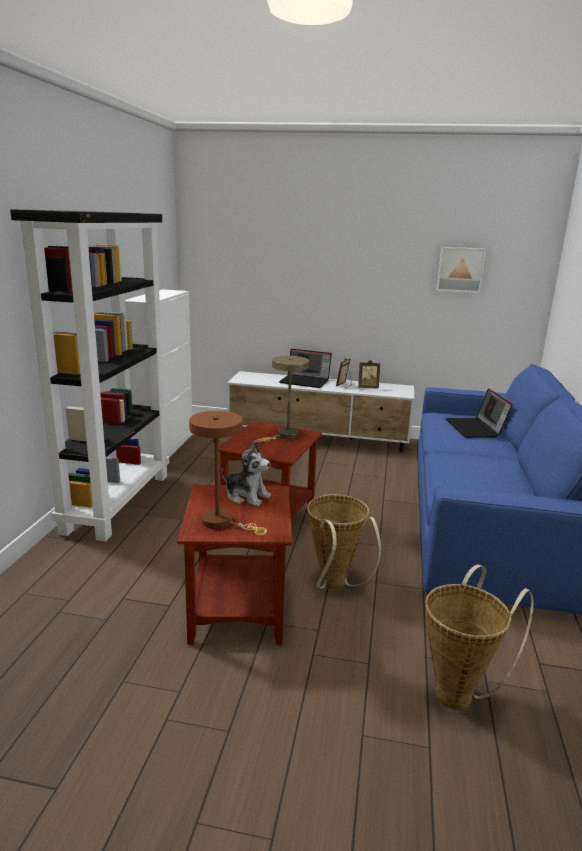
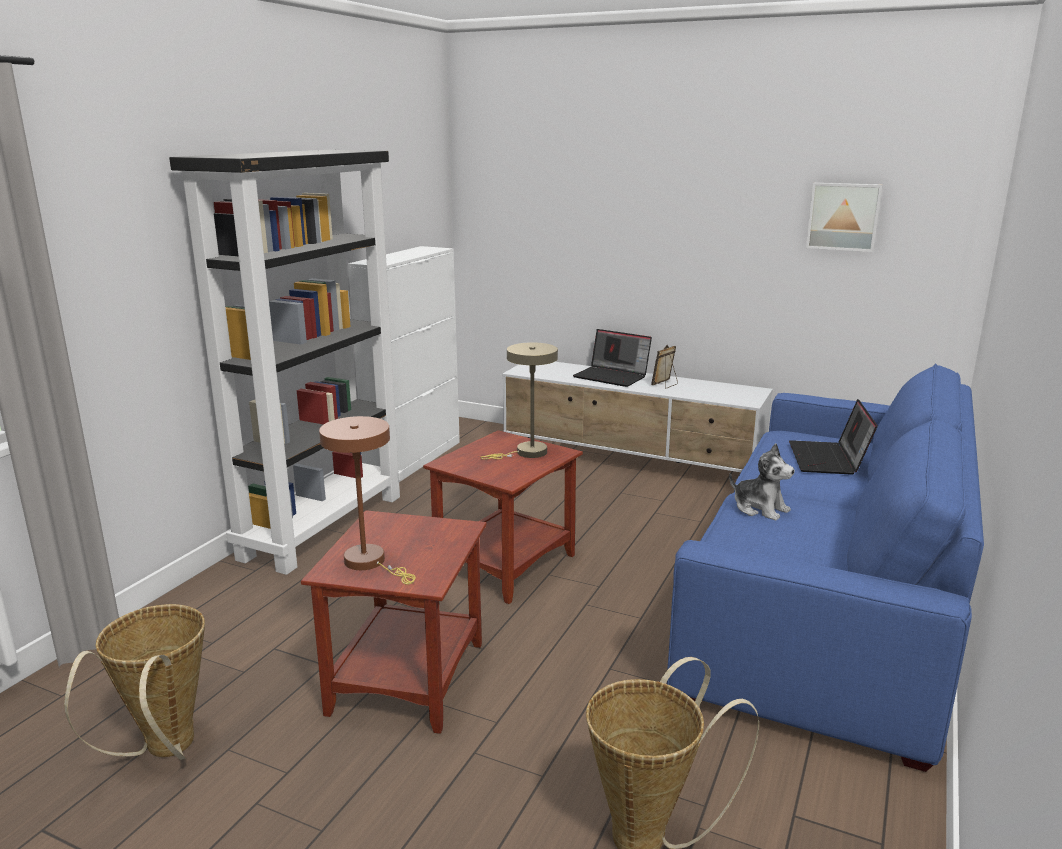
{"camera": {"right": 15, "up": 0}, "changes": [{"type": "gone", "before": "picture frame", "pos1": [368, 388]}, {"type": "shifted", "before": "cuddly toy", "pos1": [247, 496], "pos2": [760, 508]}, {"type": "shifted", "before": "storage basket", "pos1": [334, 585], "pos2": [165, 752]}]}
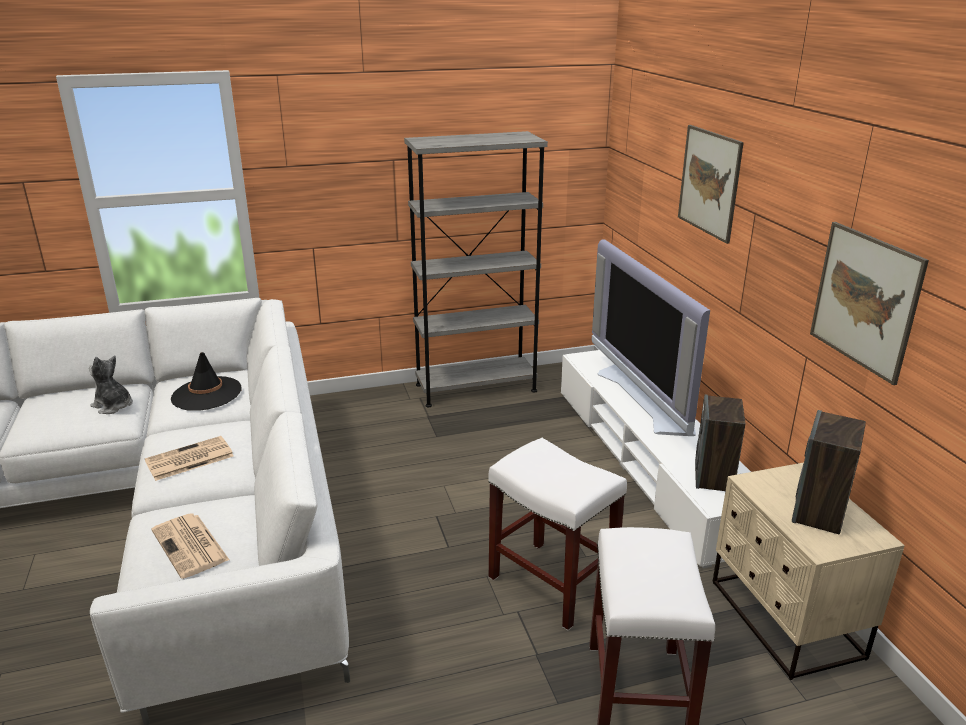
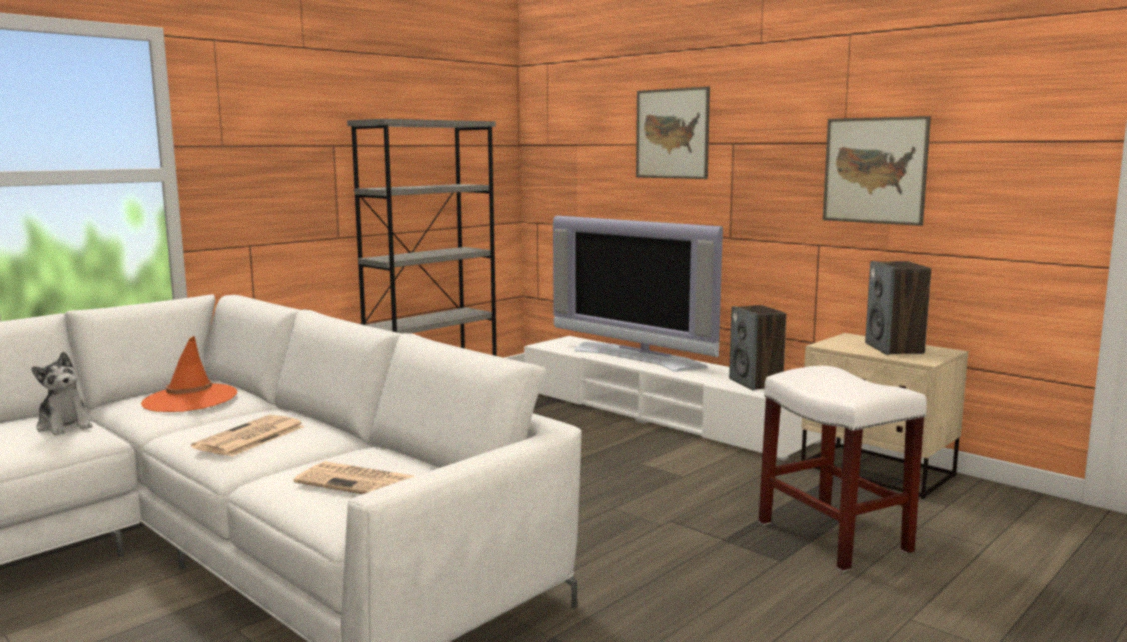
{"camera": {"right": -30, "up": -15}, "changes": [{"type": "repainted", "before": "black-coloured clothing hat", "after": "orange clothing hat", "pos1": [206, 394], "pos2": [190, 399]}, {"type": "rotated", "before": "cuddly toy", "pos1": [113, 406], "pos2": [65, 426], "turn": -135}, {"type": "gone", "before": "white-coloured sitting stool", "pos1": [553, 583]}]}
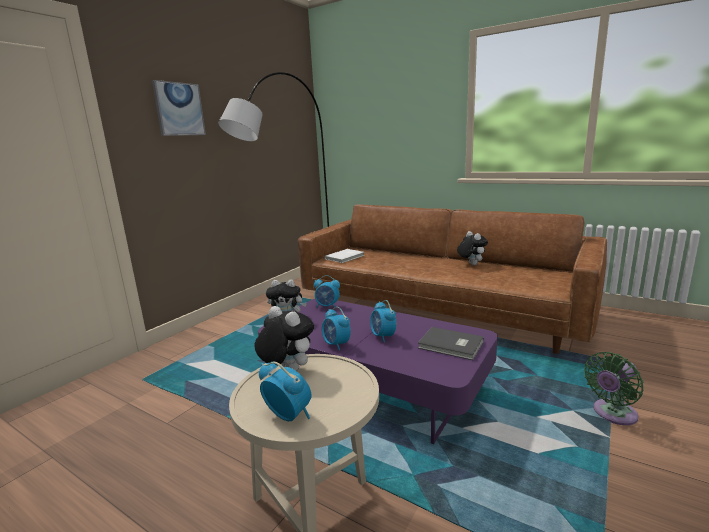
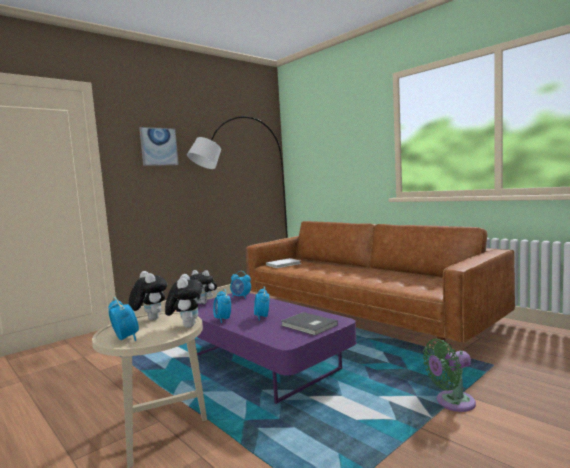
{"camera": {"right": 15, "up": -10}, "changes": [{"type": "shifted", "before": "cuddly toy", "pos1": [471, 264], "pos2": [187, 326]}]}
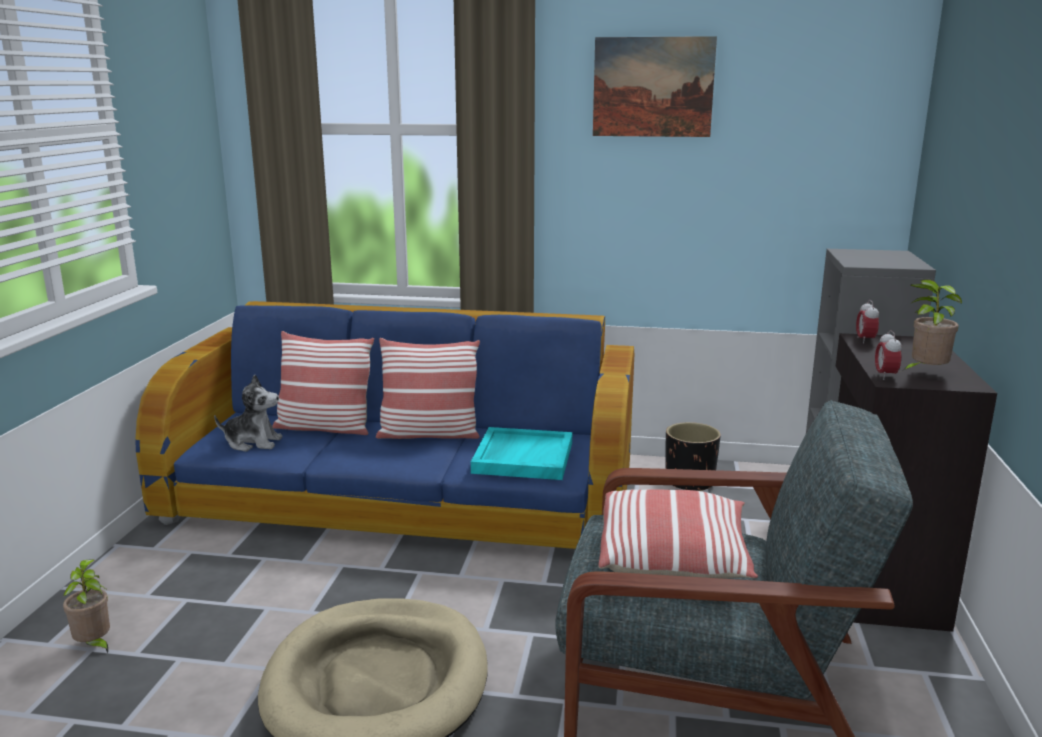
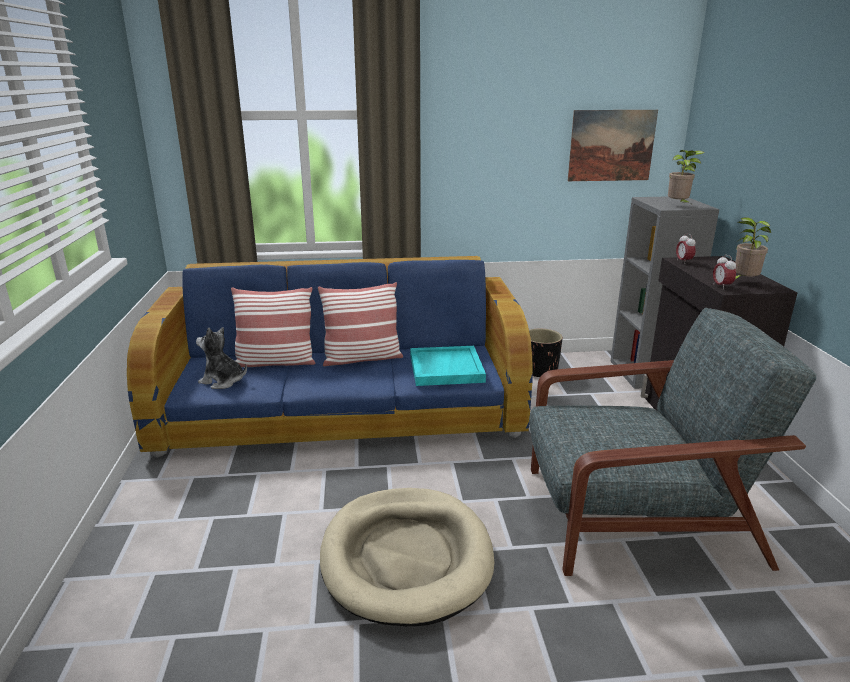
{"camera": {"right": -15, "up": 5}, "changes": [{"type": "shifted", "before": "wall art", "pos1": [653, 87], "pos2": [611, 145]}, {"type": "rotated", "before": "cuddly toy", "pos1": [253, 442], "pos2": [223, 381], "turn": -150}, {"type": "gone", "before": "throw pillow", "pos1": [674, 558]}, {"type": "shifted", "before": "houseplant", "pos1": [94, 645], "pos2": [678, 206]}]}
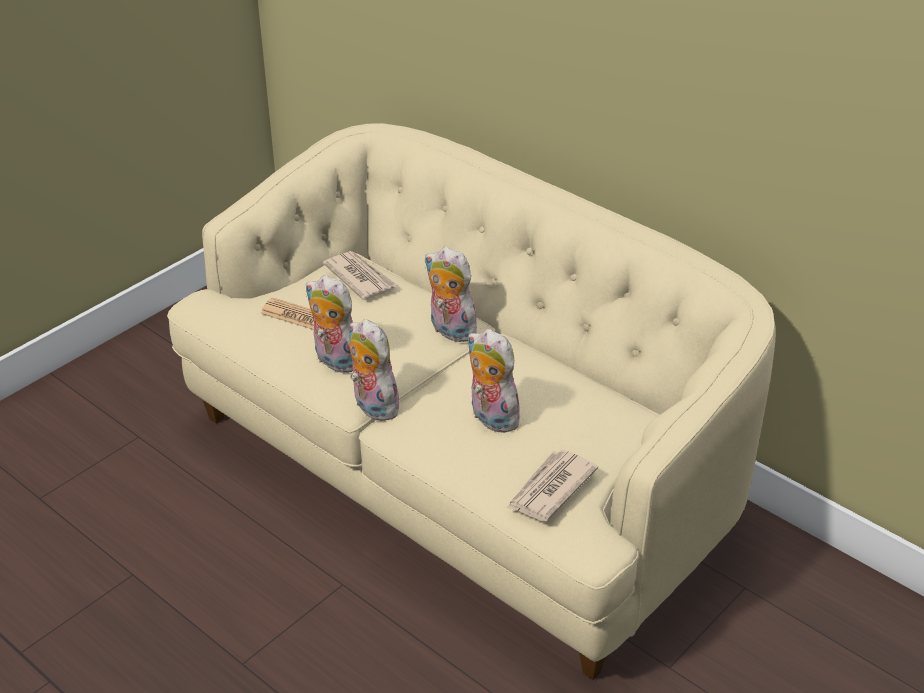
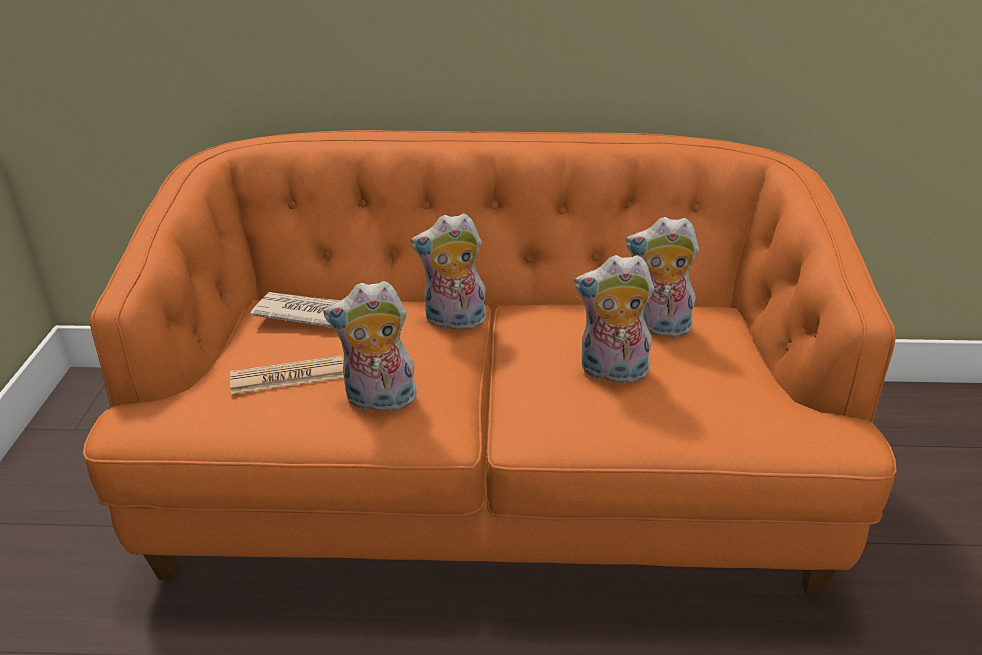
{"camera": {"right": -40, "up": -5}, "changes": [{"type": "repainted", "before": "beige-coloured settee", "after": "orange settee", "pos1": [462, 473], "pos2": [491, 482]}, {"type": "shifted", "before": "cuddly toy", "pos1": [372, 406], "pos2": [657, 328]}, {"type": "gone", "before": "daily paper", "pos1": [550, 488]}]}
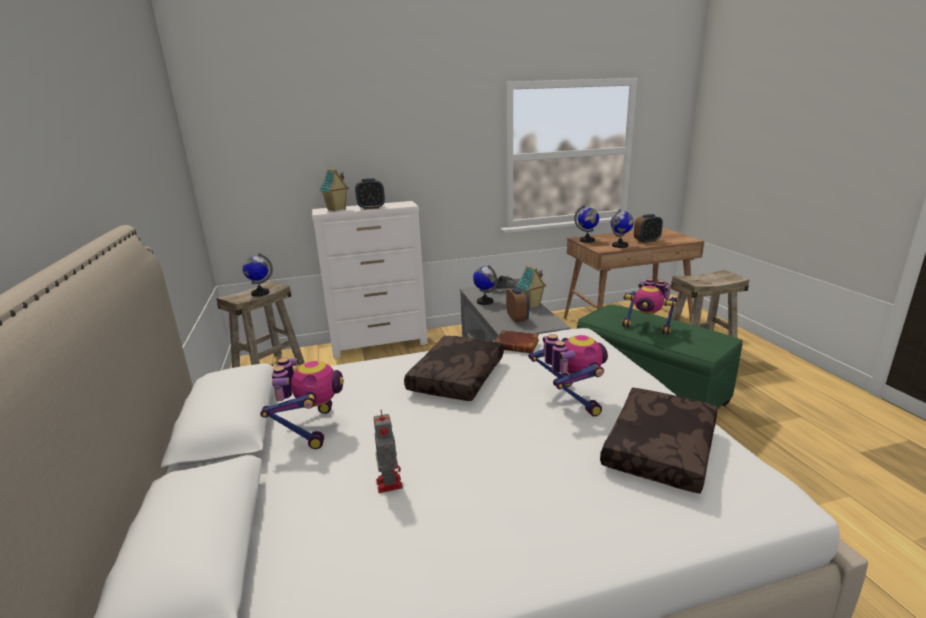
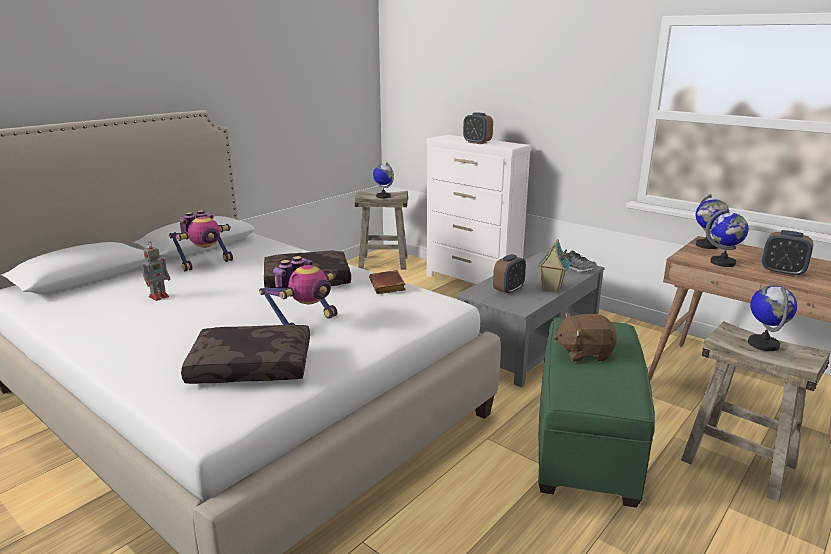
{"camera": {"right": 55, "up": 0}, "changes": [{"type": "gone", "before": "miniature house", "pos1": [336, 209]}, {"type": "shifted", "before": "world globe", "pos1": [485, 302], "pos2": [763, 344]}, {"type": "swapped", "before": "toy robot", "after": "brown-coloured cuddly toy", "pos1": [647, 327], "pos2": [584, 353]}]}
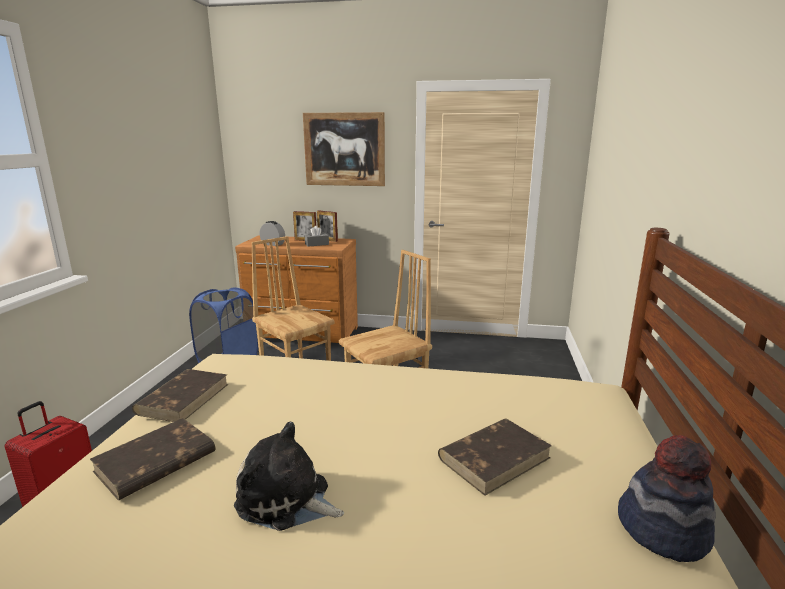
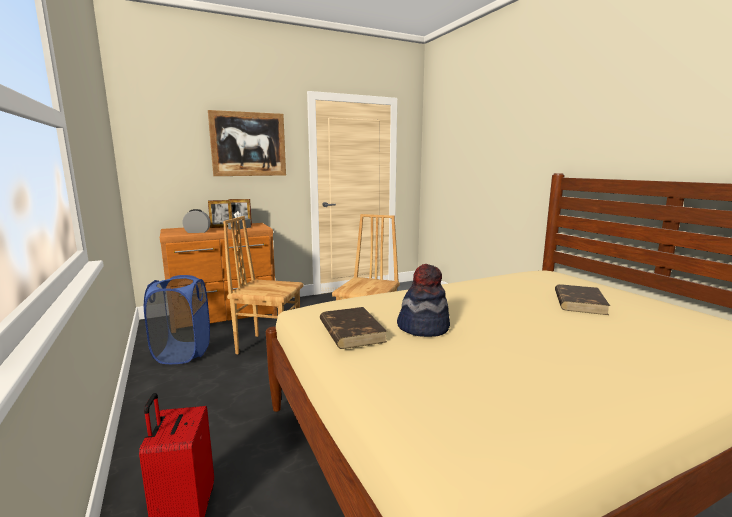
{"camera": {"right": -35, "up": -5}, "changes": [{"type": "gone", "before": "brown-coloured volume", "pos1": [155, 462]}, {"type": "gone", "before": "cuddly toy", "pos1": [287, 500]}, {"type": "shifted", "before": "clothing hat", "pos1": [662, 530], "pos2": [423, 327]}]}
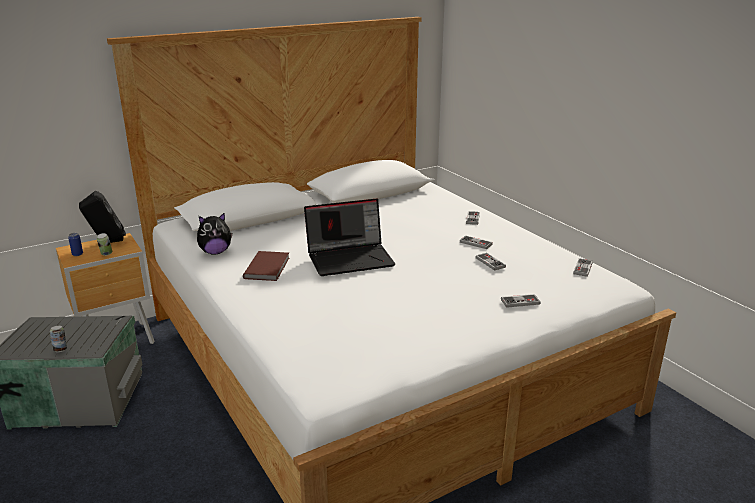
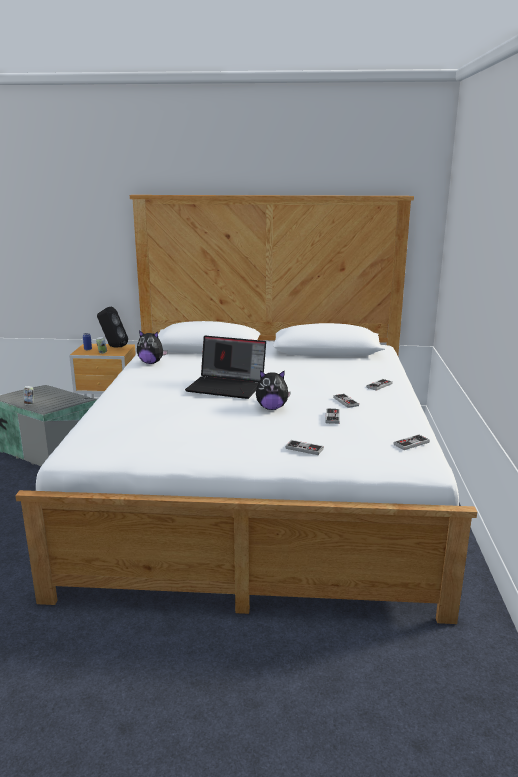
{"camera": {"right": 35, "up": -5}, "changes": [{"type": "gone", "before": "brown-coloured volume", "pos1": [268, 267]}, {"type": "new", "after": "cuddly toy", "pos2": [272, 408]}]}
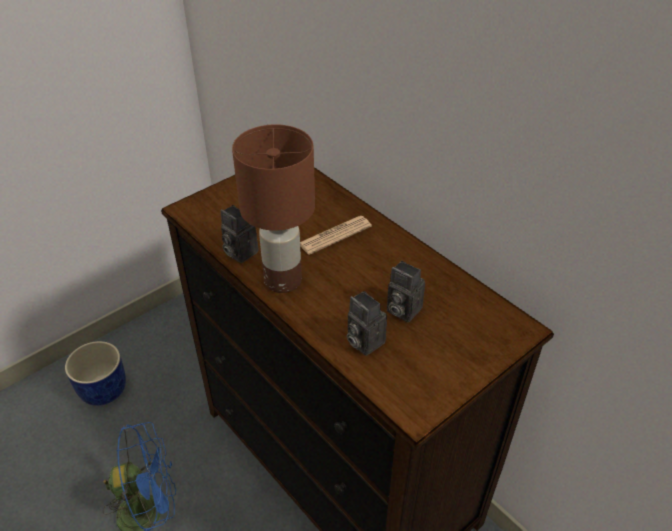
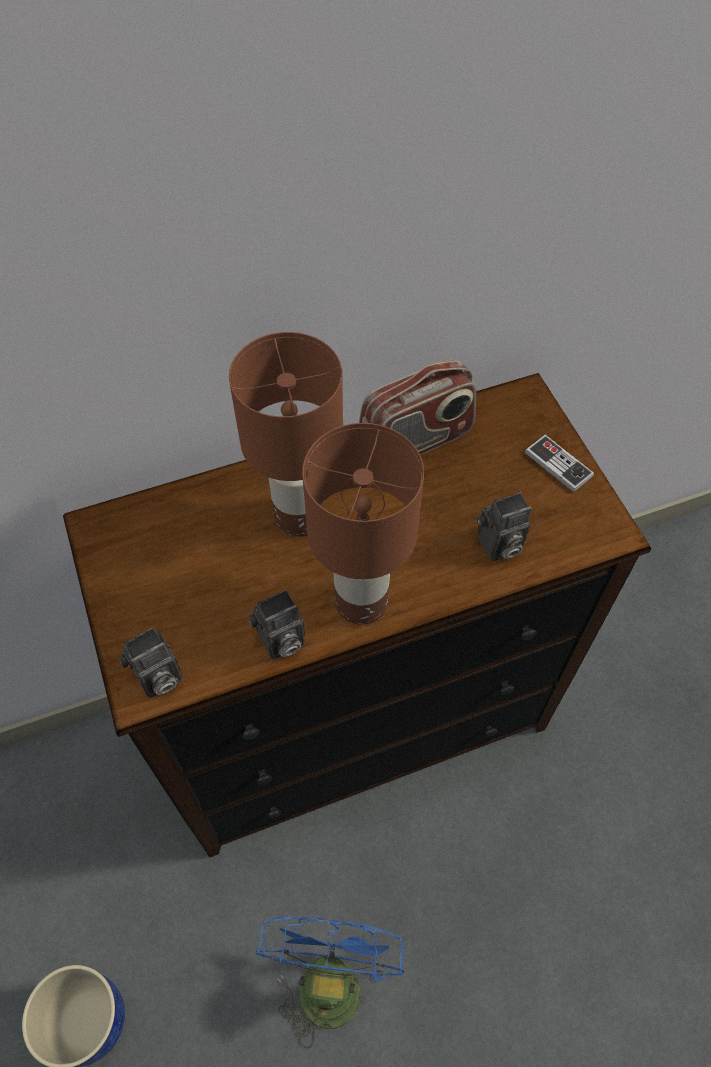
{"camera": {"right": -70, "up": 15}, "changes": [{"type": "swapped", "before": "daily paper", "after": "brown-coloured lamp for a table", "pos1": [334, 235], "pos2": [298, 516]}, {"type": "shifted", "before": "still camera", "pos1": [401, 310], "pos2": [157, 679]}, {"type": "new", "after": "radio receiver", "pos2": [415, 441]}, {"type": "new", "after": "gamepad", "pos2": [558, 464]}]}
